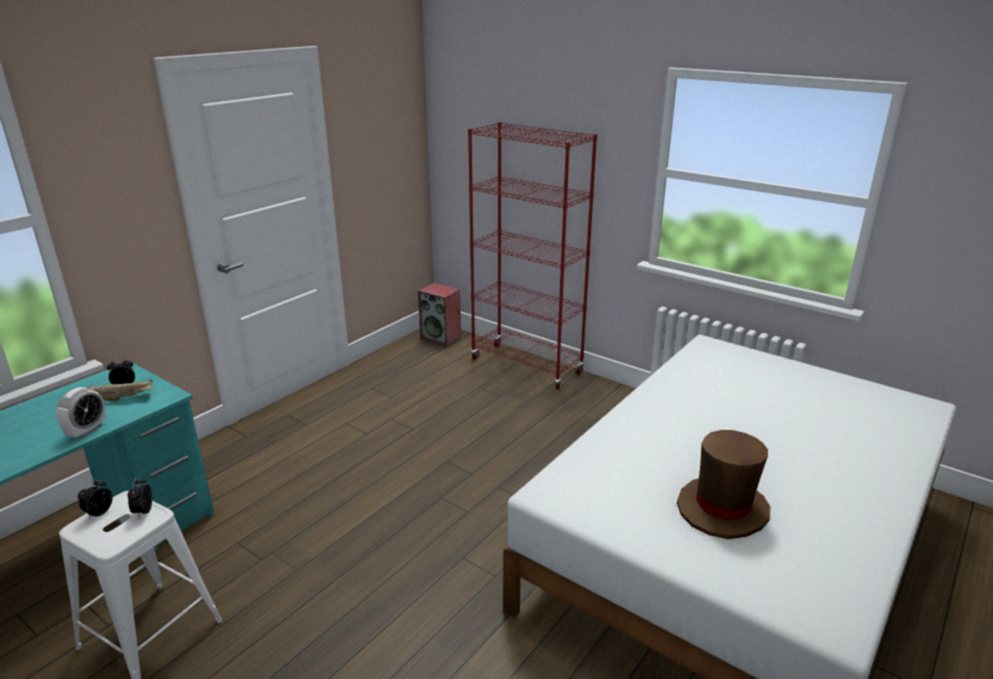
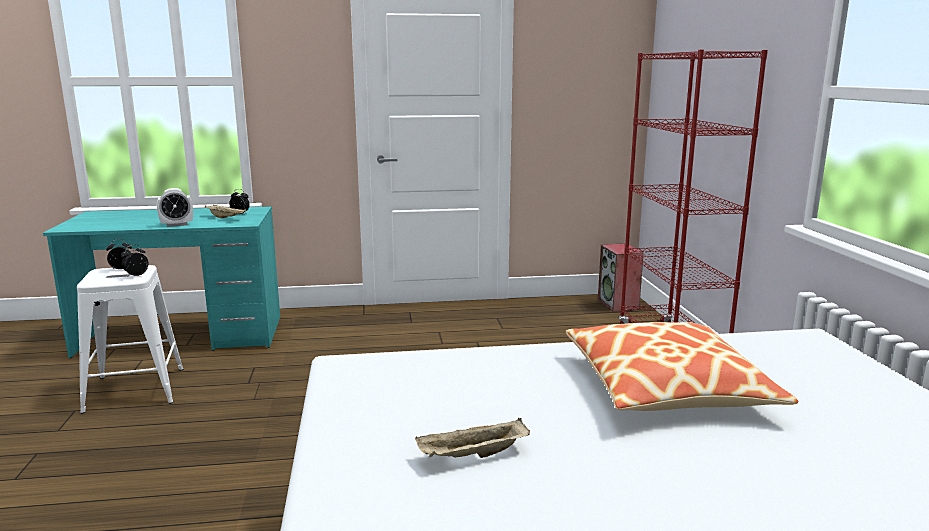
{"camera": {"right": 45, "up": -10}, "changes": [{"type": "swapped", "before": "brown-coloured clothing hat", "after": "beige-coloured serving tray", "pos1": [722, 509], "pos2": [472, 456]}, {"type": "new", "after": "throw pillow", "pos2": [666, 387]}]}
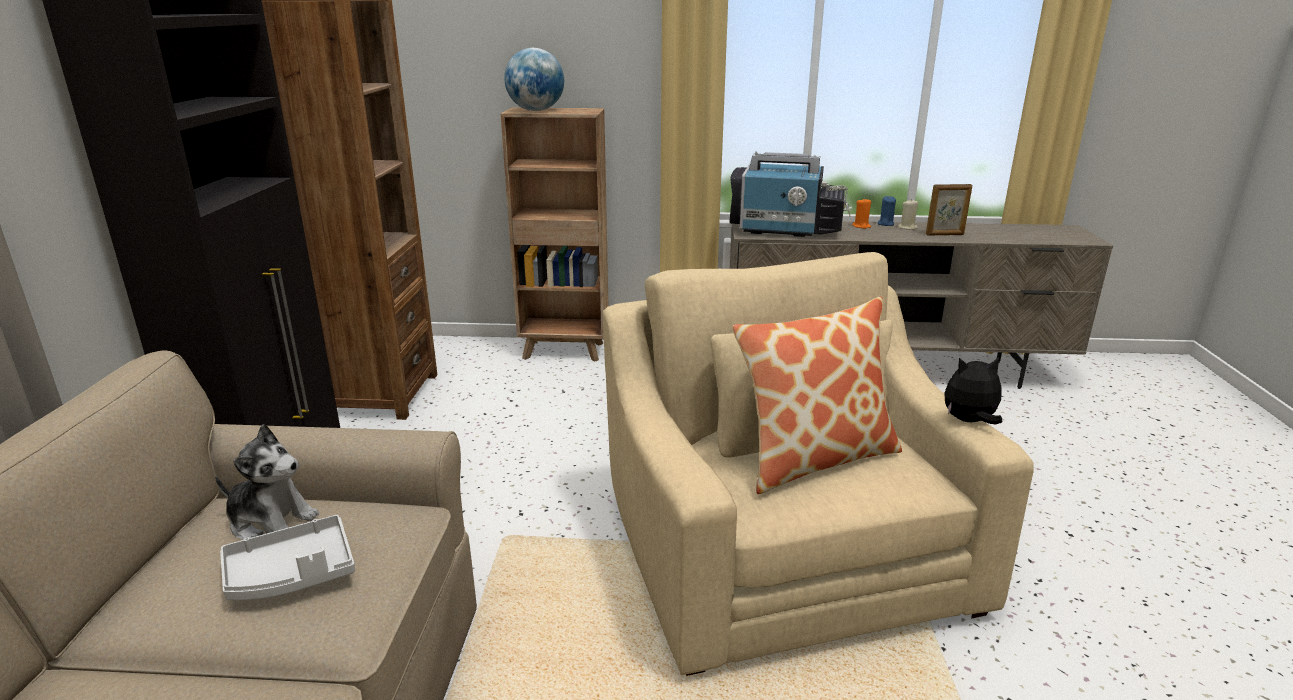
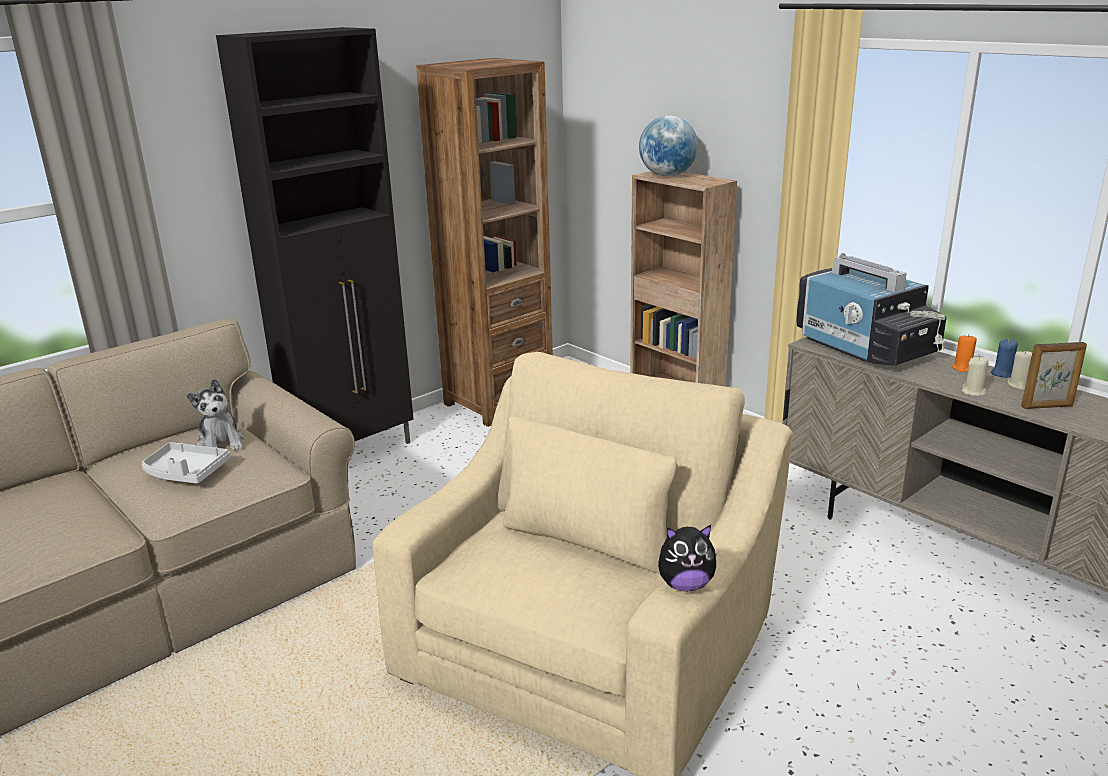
{"camera": {"right": 45, "up": 0}, "changes": [{"type": "rotated", "before": "picture frame", "pos1": [945, 234], "pos2": [1047, 406], "turn": -45}, {"type": "gone", "before": "throw pillow", "pos1": [814, 458]}, {"type": "rotated", "before": "cuddly toy", "pos1": [969, 421], "pos2": [685, 585], "turn": 135}, {"type": "new", "after": "beige-coloured candle", "pos2": [973, 392]}]}
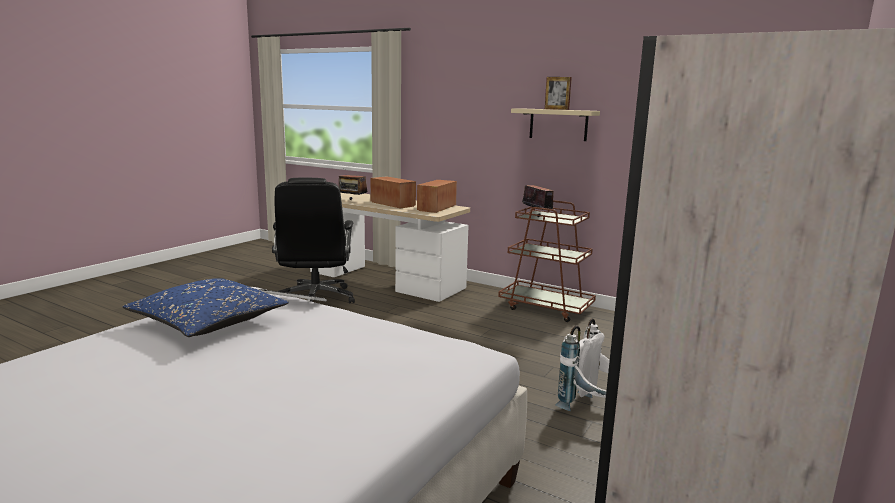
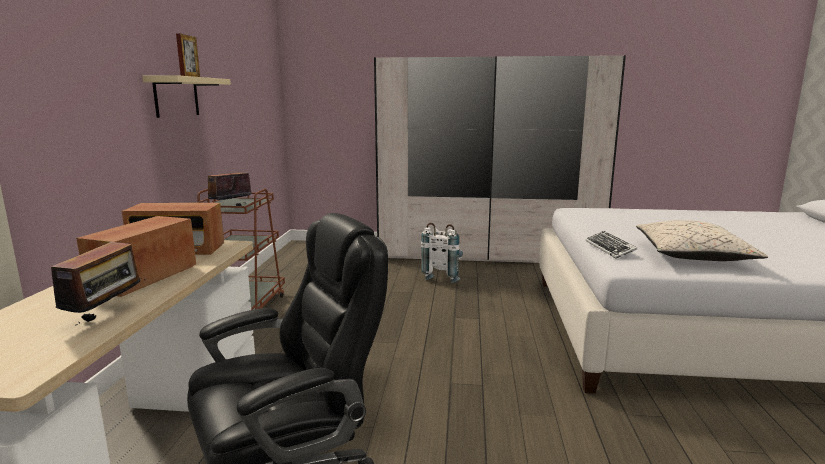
{"camera": {"right": -115, "up": 0}, "changes": [{"type": "repainted", "before": "blue throw pillow", "after": "beige-coloured throw pillow", "pos1": [209, 323], "pos2": [692, 255]}]}
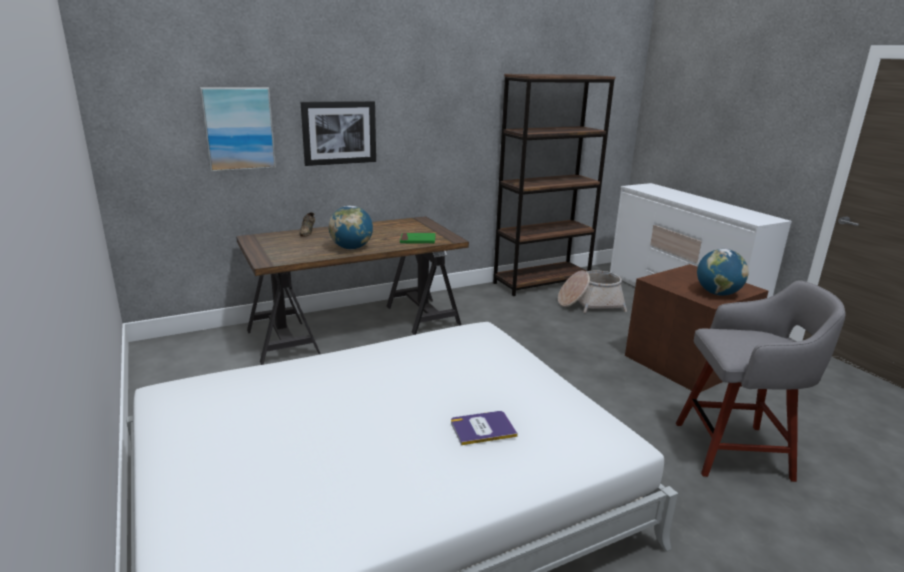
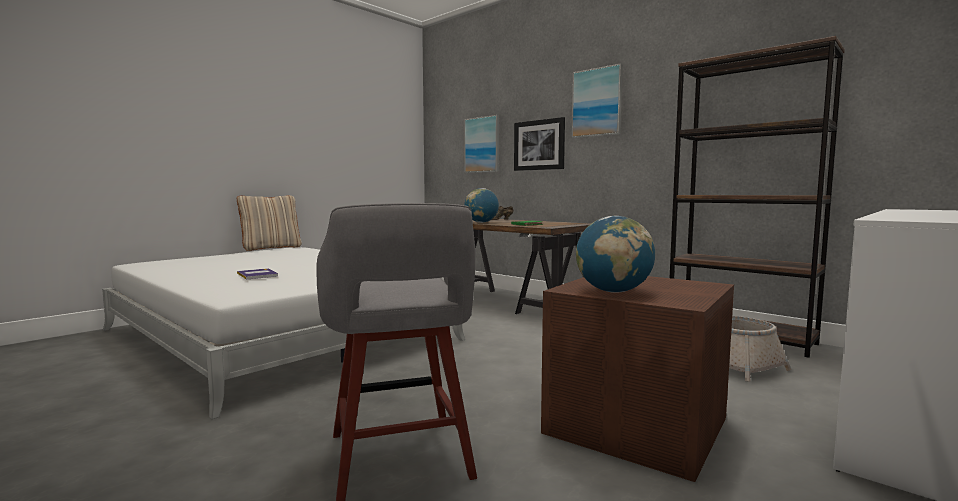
{"camera": {"right": 70, "up": -15}, "changes": [{"type": "new", "after": "wall art", "pos2": [597, 102]}, {"type": "new", "after": "beige-coloured throw pillow", "pos2": [271, 248]}]}
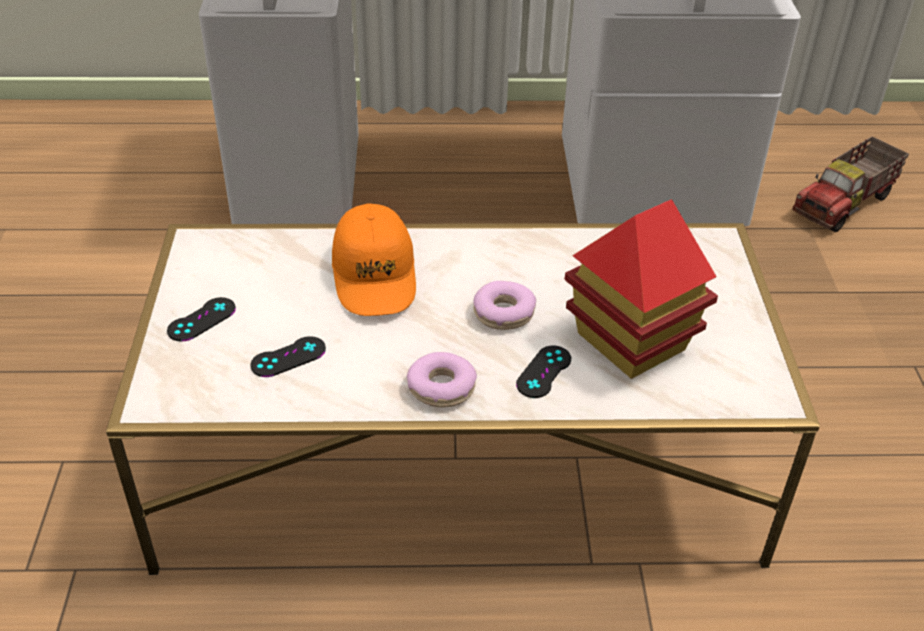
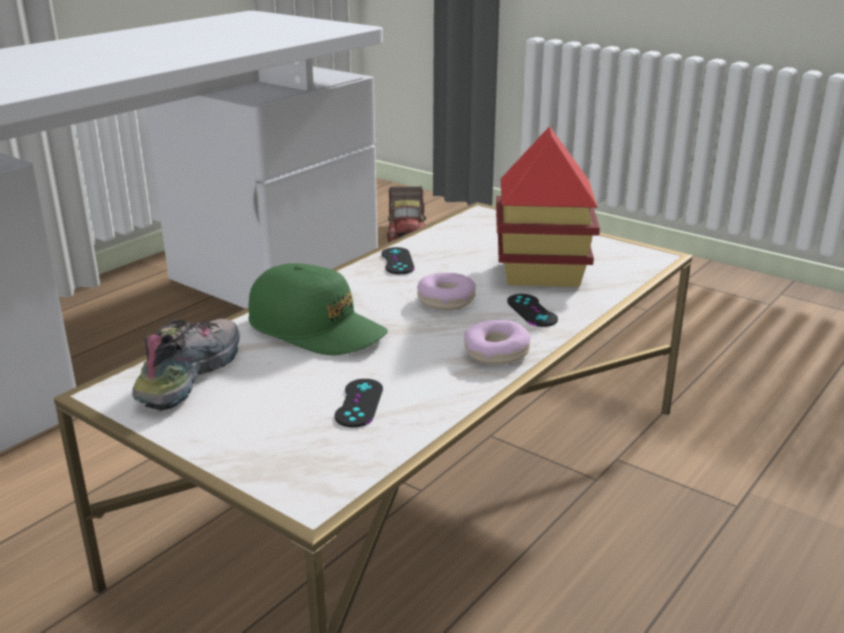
{"camera": {"right": -50, "up": -15}, "changes": [{"type": "repainted", "before": "orange peaked cap", "after": "green-coloured peaked cap", "pos1": [375, 275], "pos2": [316, 329]}, {"type": "shifted", "before": "black-coloured gamepad", "pos1": [202, 319], "pos2": [397, 261]}, {"type": "new", "after": "low shoe", "pos2": [189, 375]}]}
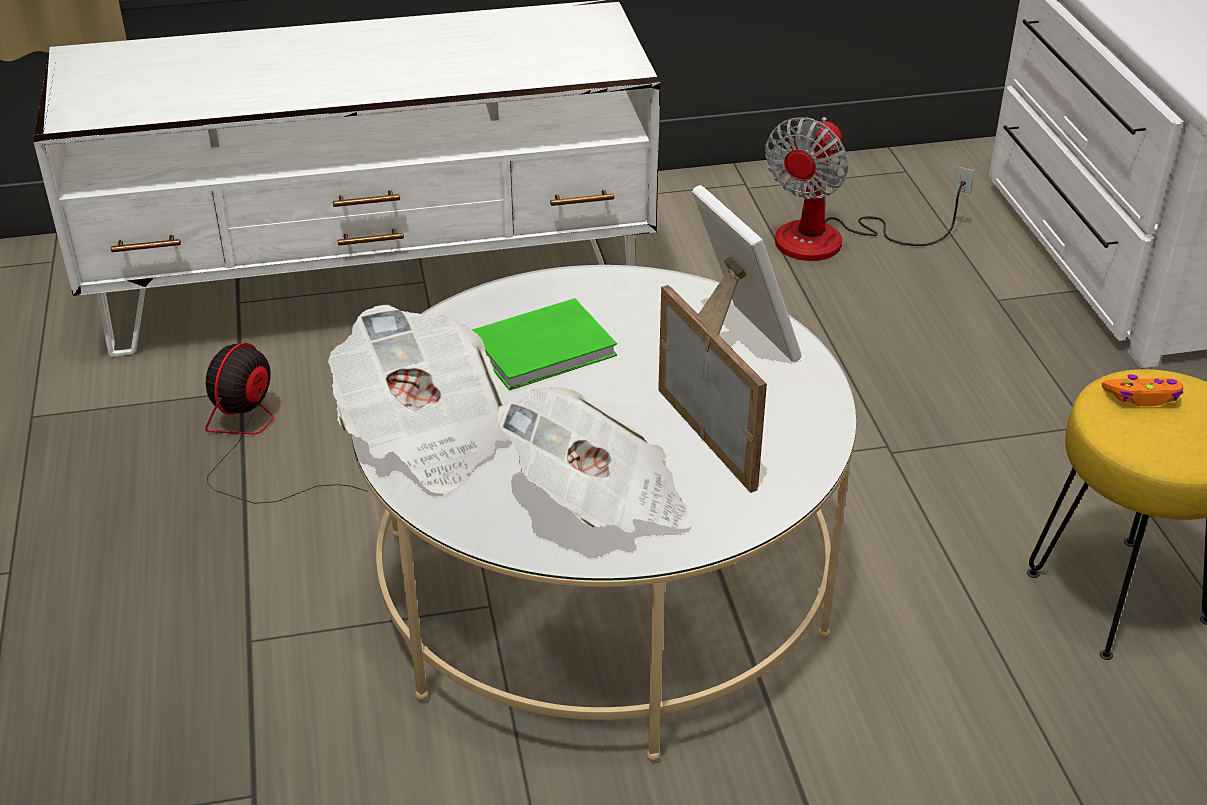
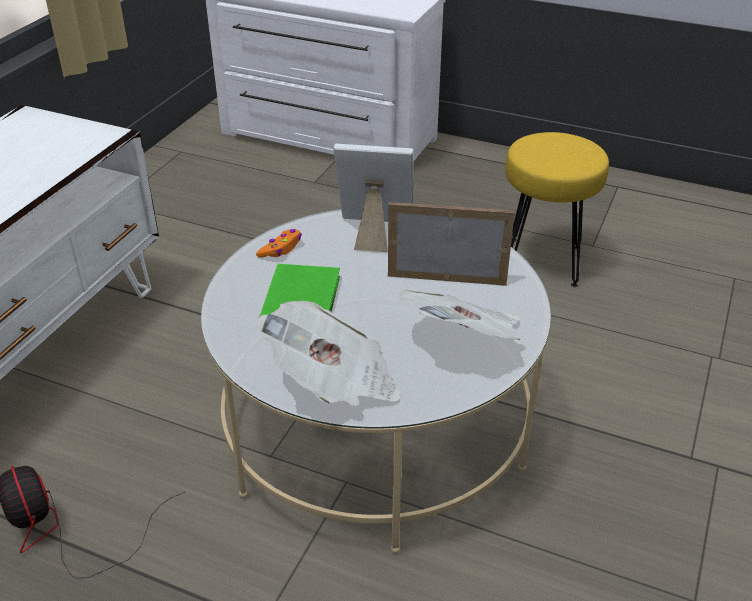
{"camera": {"right": -55, "up": 0}, "changes": [{"type": "gone", "before": "electric fan", "pos1": [834, 240]}, {"type": "shifted", "before": "orange gamepad", "pos1": [1143, 397], "pos2": [281, 249]}]}
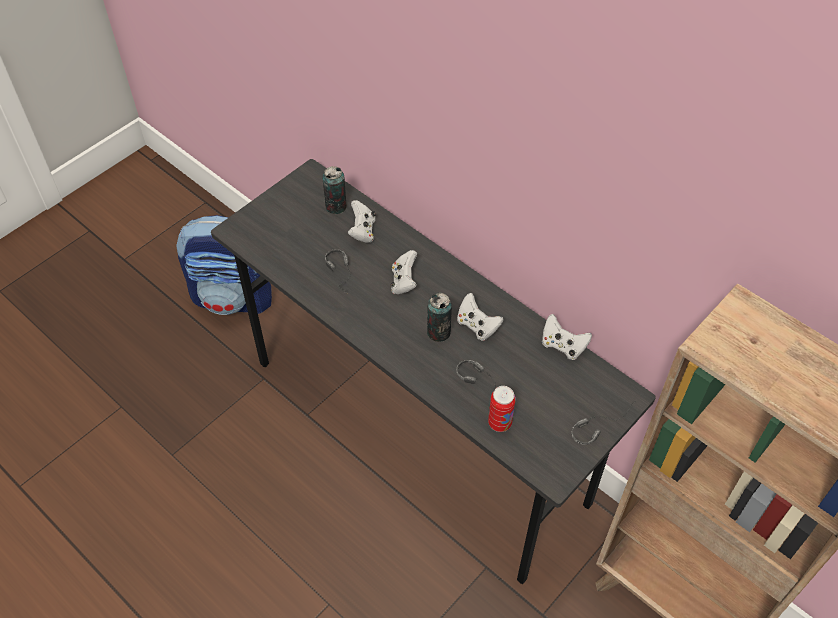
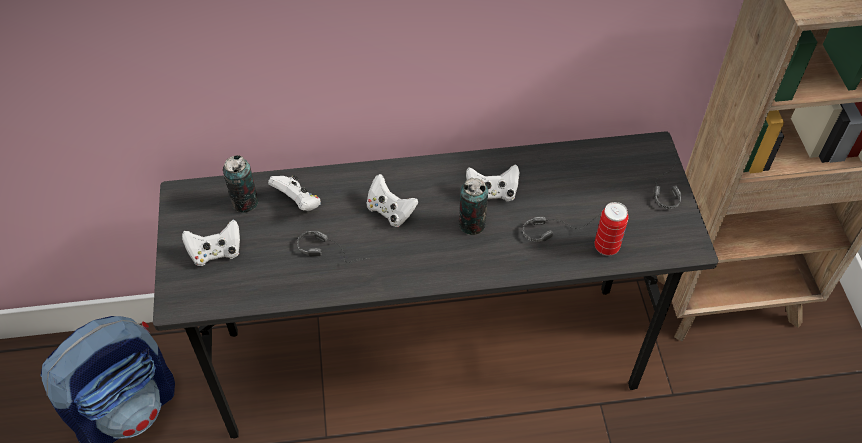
{"camera": {"right": -50, "up": 0}, "changes": [{"type": "shifted", "before": "white-coloured gamepad", "pos1": [563, 346], "pos2": [216, 252]}]}
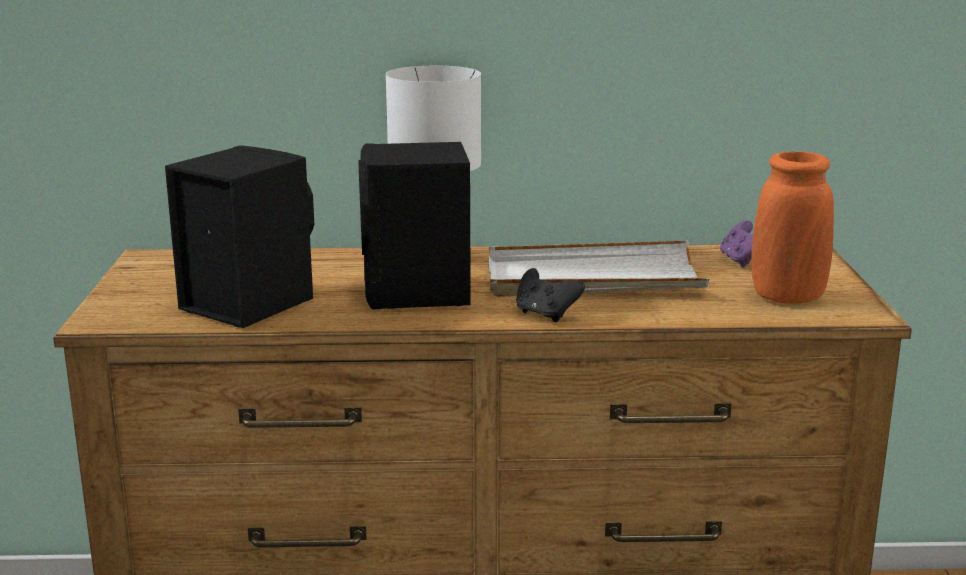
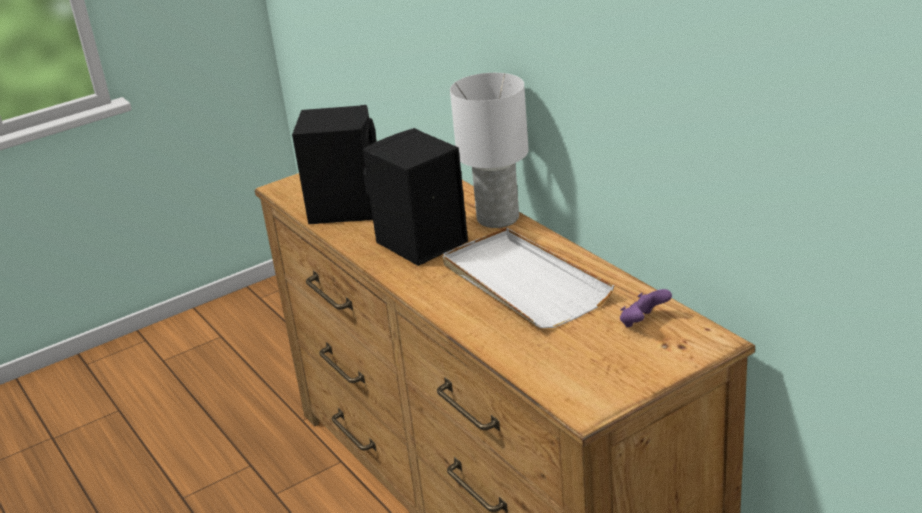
{"camera": {"right": 60, "up": 10}, "changes": [{"type": "gone", "before": "orange decorative vase", "pos1": [787, 297]}, {"type": "gone", "before": "black-coloured gamepad", "pos1": [545, 314]}]}
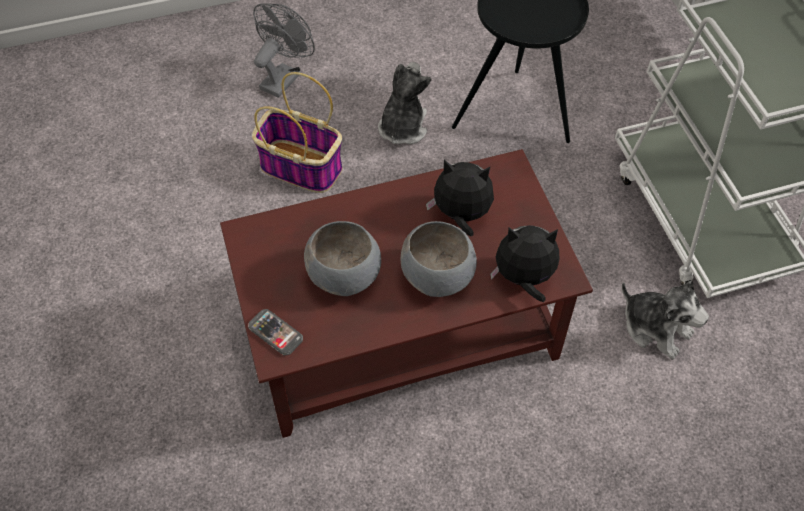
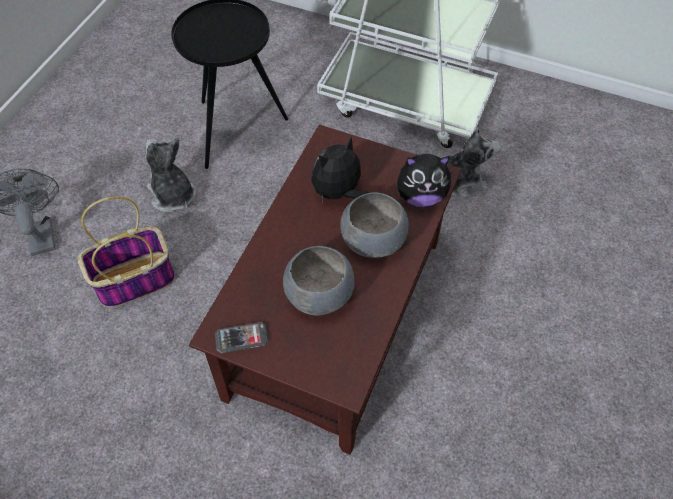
{"camera": {"right": -50, "up": 0}, "changes": [{"type": "rotated", "before": "cuddly toy", "pos1": [523, 278], "pos2": [421, 196], "turn": -135}, {"type": "shifted", "before": "handset", "pos1": [275, 333], "pos2": [241, 338]}]}
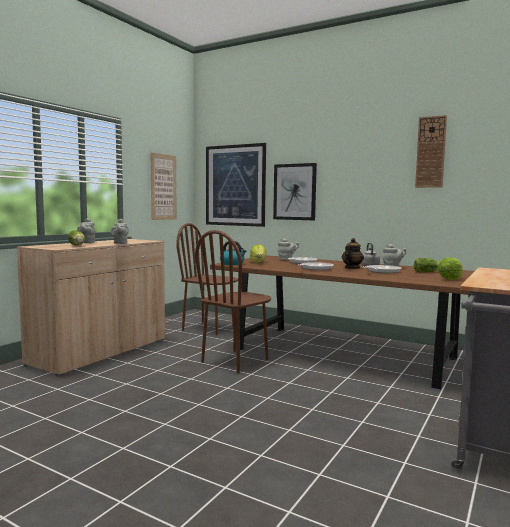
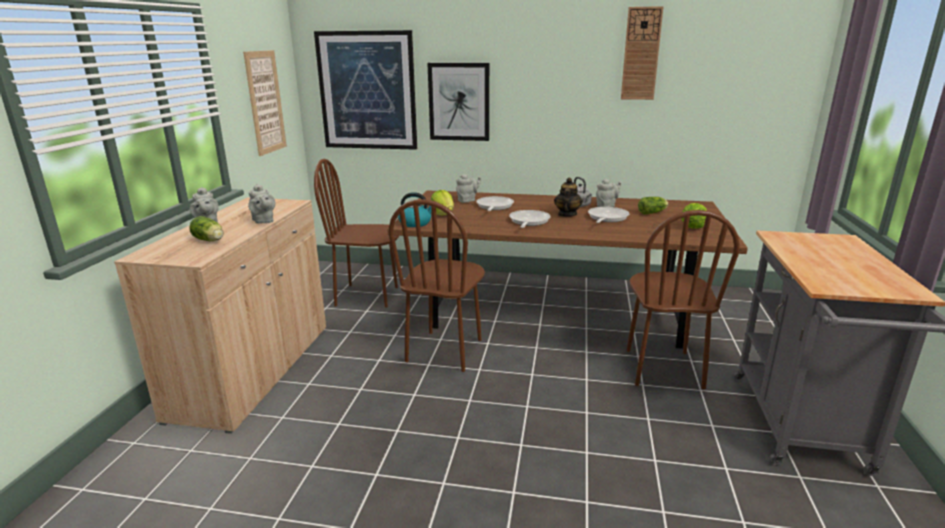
{"camera": {"right": -20, "up": 15}, "changes": [{"type": "new", "after": "brown-coloured chair", "pos2": [662, 368]}]}
